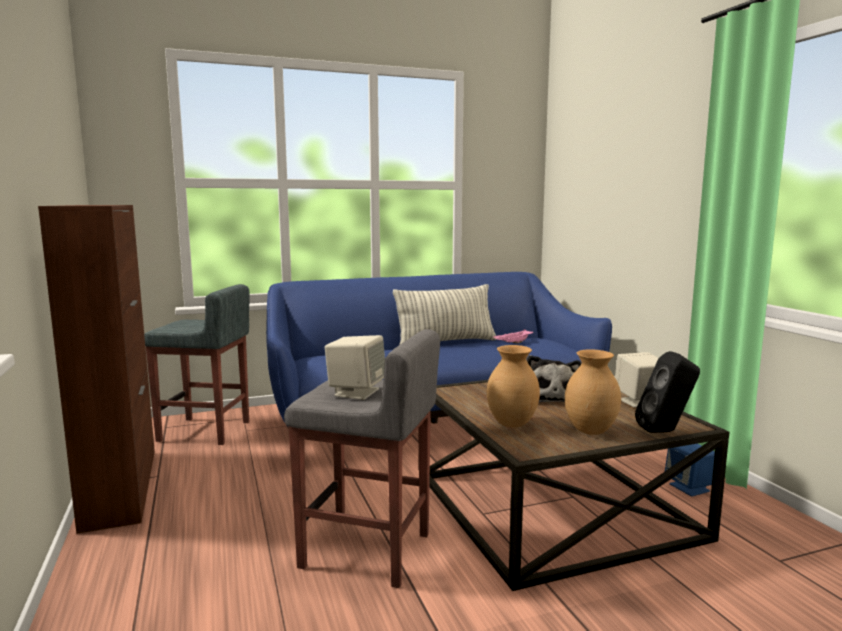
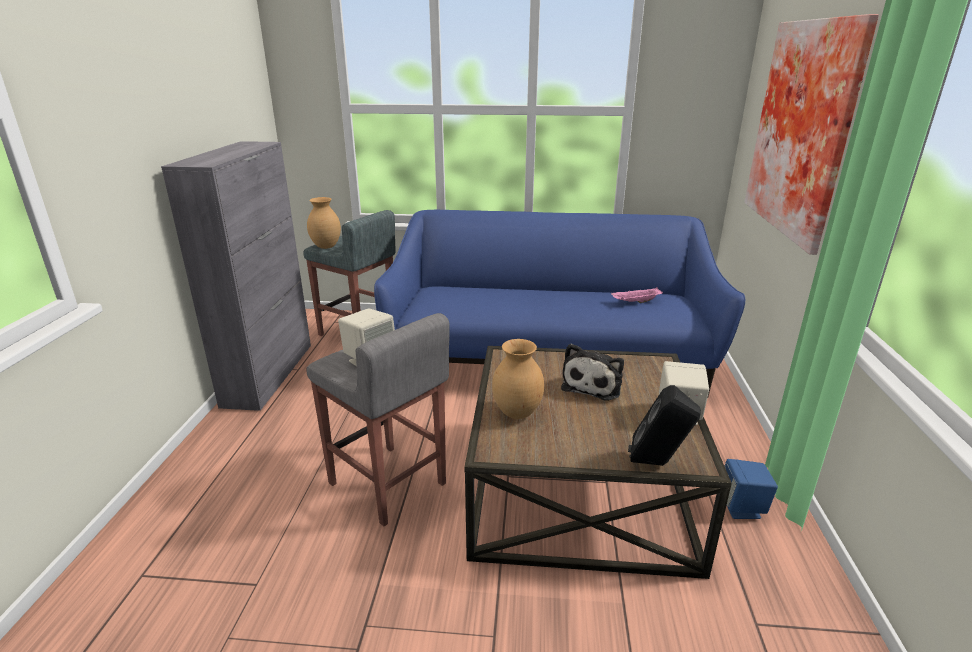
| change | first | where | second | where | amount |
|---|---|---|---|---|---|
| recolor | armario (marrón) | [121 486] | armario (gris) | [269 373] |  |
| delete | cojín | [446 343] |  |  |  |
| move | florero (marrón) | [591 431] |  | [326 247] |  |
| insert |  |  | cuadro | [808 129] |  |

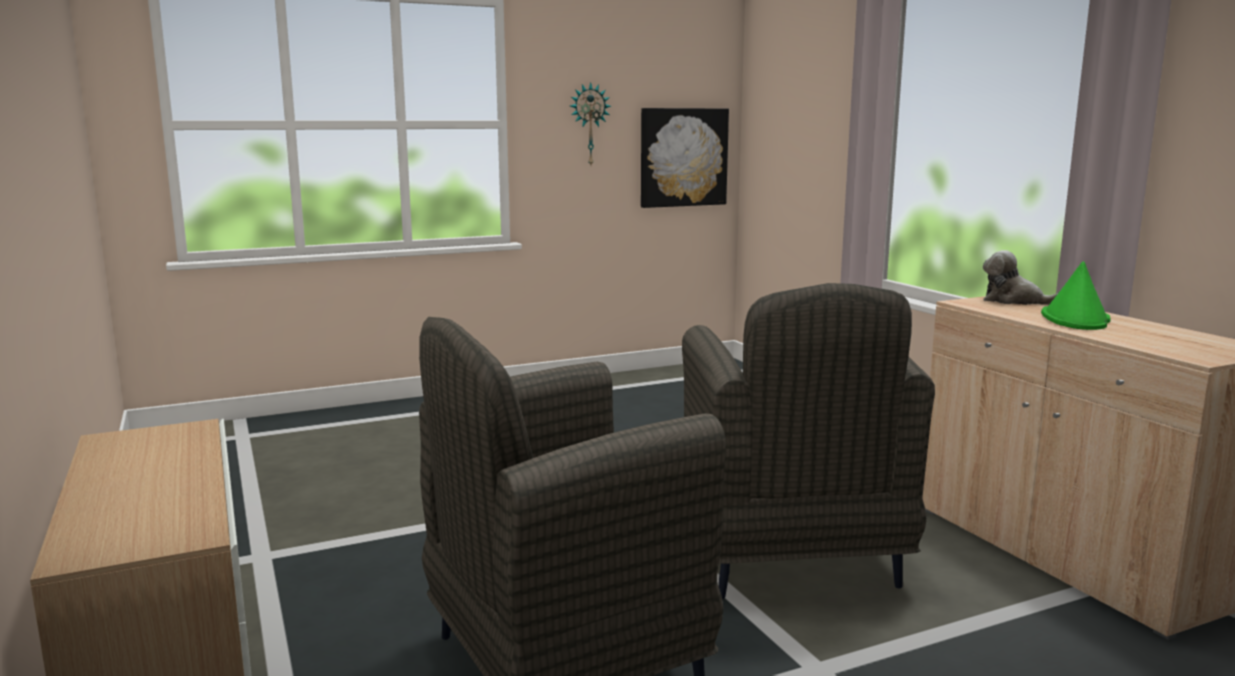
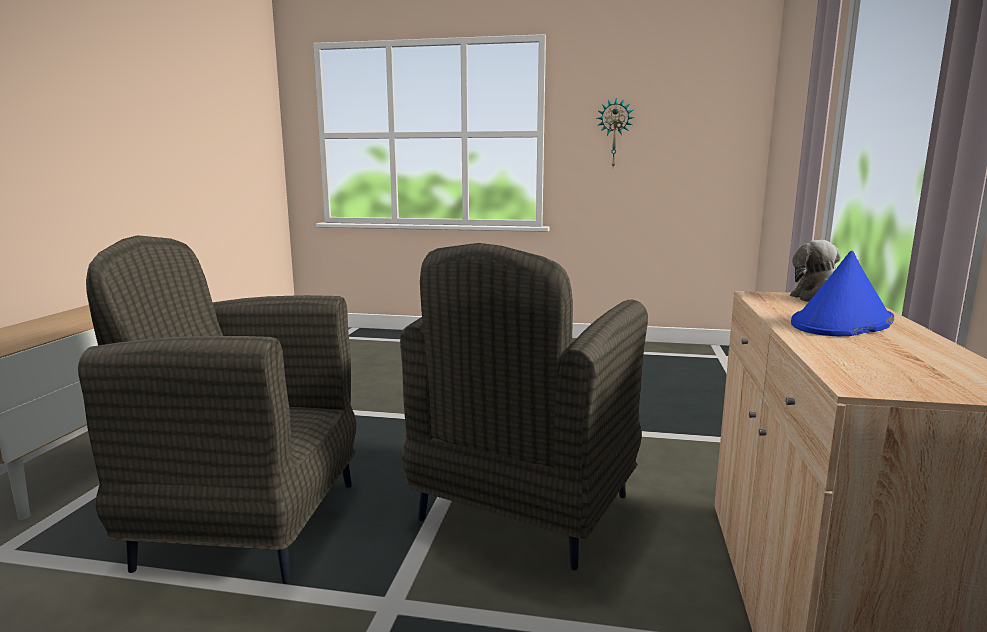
| change | first | where | second | where | amount |
|---|---|---|---|---|---|
| delete | cuadro | [683 157] |  |  |  |
| recolor | sombrero (verde) | [1075 319] | sombrero (azul) | [841 323] |  |

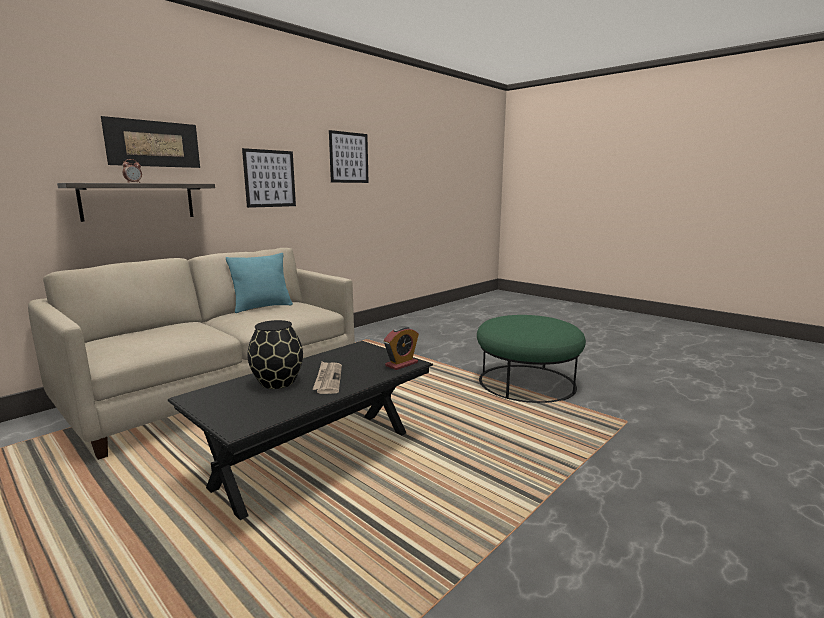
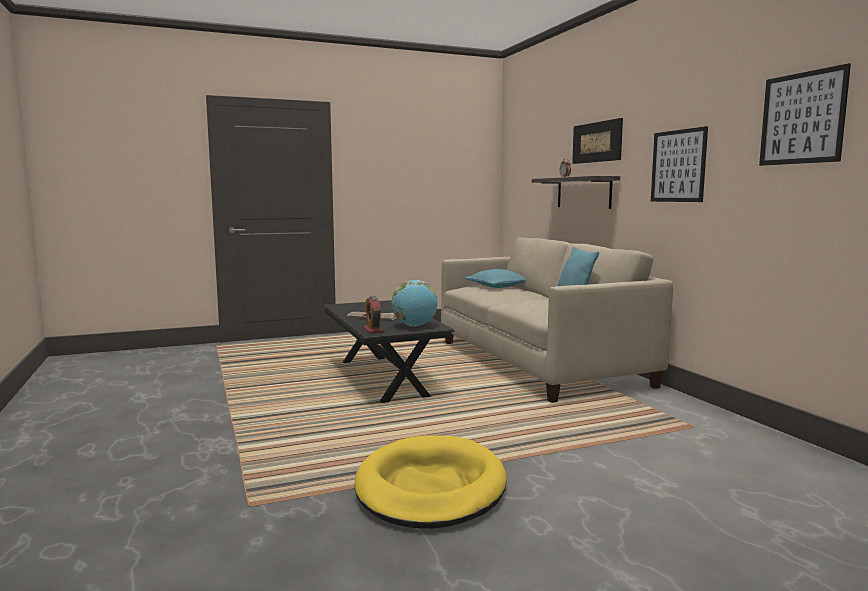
| change | first | where | second | where | amount |
|---|---|---|---|---|---|
| replace | puf (verde) | [527 382] | cama para perro (amarillo) | [430 488] |  |
| delete | florero (negro) | [277 382] |  |  |  |
| insert |  |  | cojín (turquesa) | [498 287] |  |
| insert |  |  | globo terráqueo | [414 326] |  |

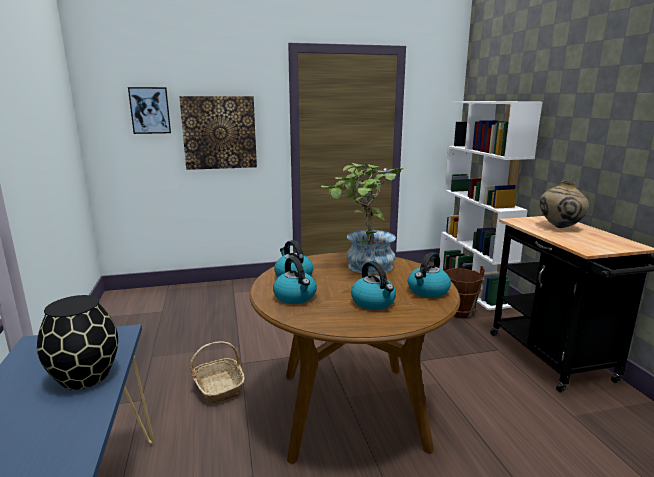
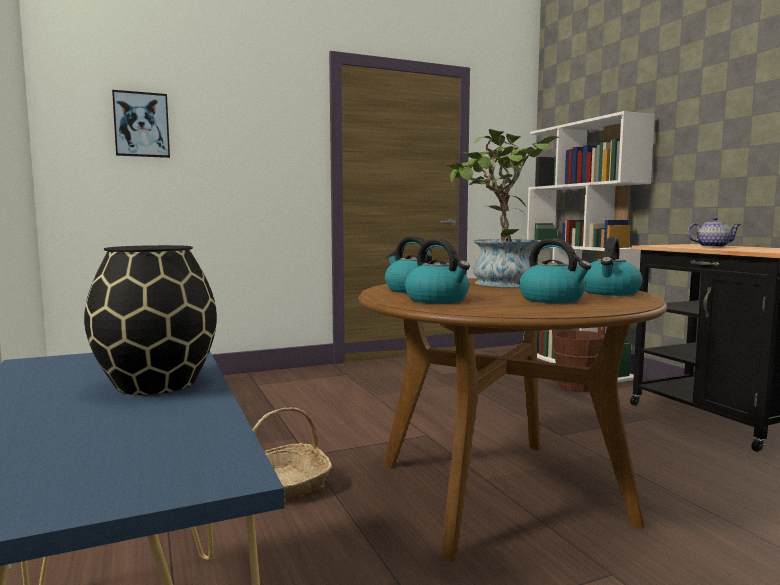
| change | first | where | second | where | amount |
|---|---|---|---|---|---|
| delete | cuadro | [219 132] |  |  |  |
| replace | florero (beis) | [559 227] | tetera | [712 246] |  |

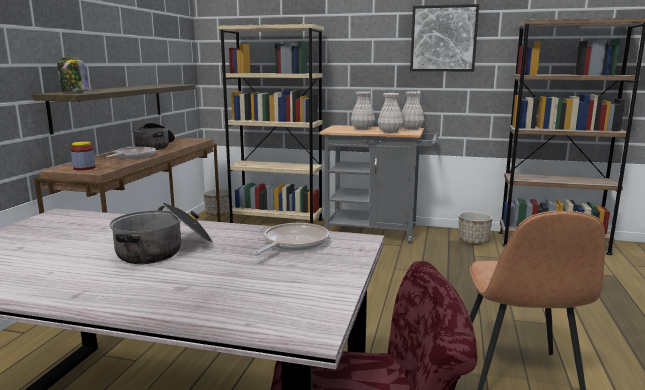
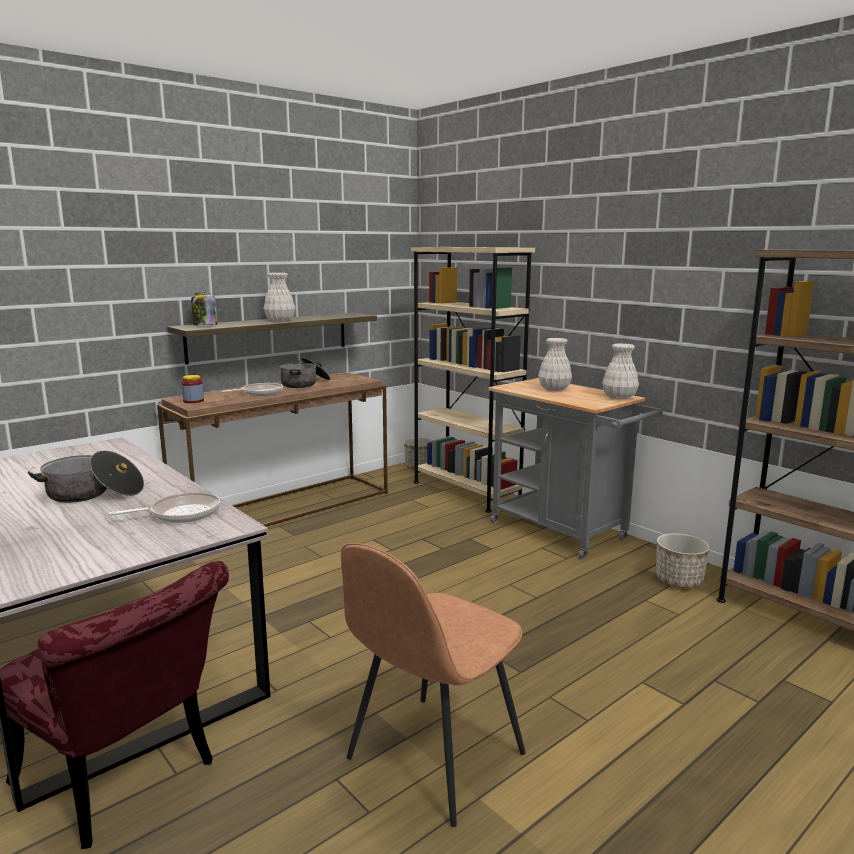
| change | first | where | second | where | amount |
|---|---|---|---|---|---|
| delete | cuadro | [443 38] |  |  |  |
| move | florero (blanco) | [389 132] |  | [280 320] |  |

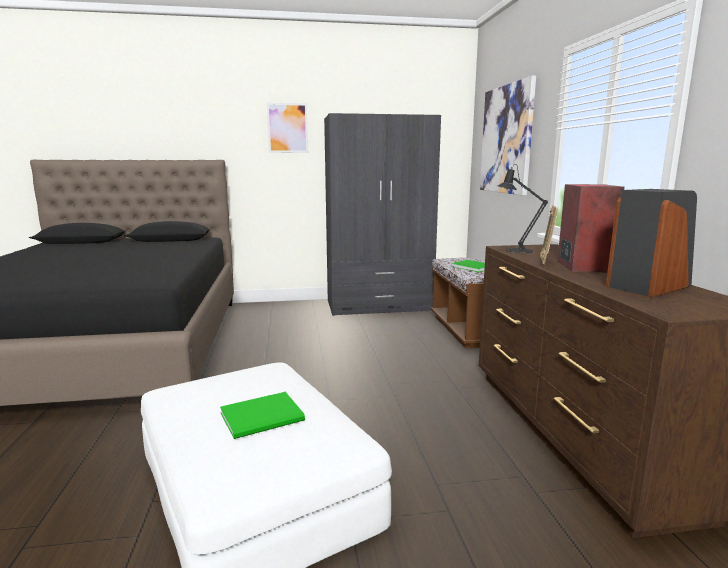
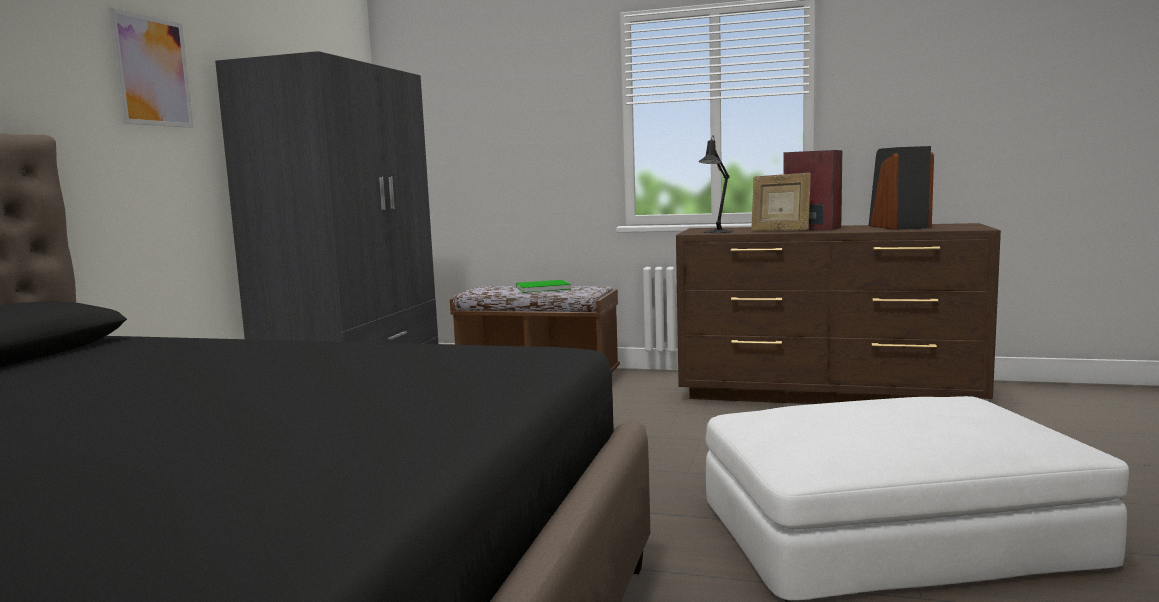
| change | first | where | second | where | amount |
|---|---|---|---|---|---|
| delete | cuadro | [506 139] |  |  |  |
| delete | libro (verde) | [264 417] |  |  |  |

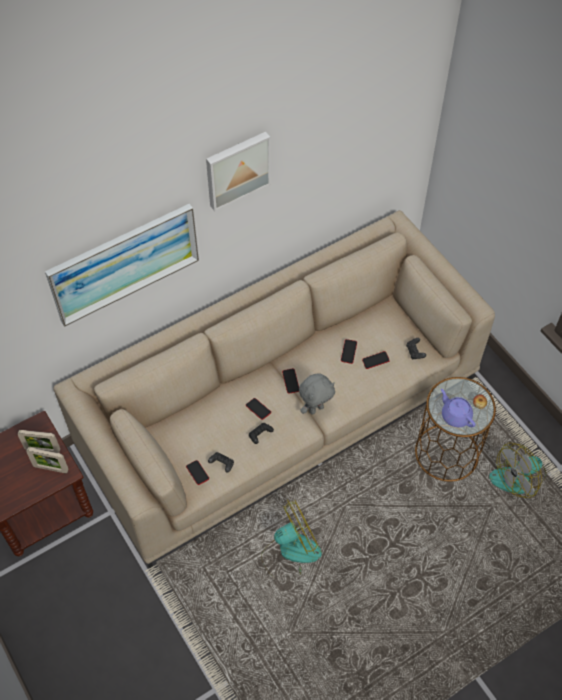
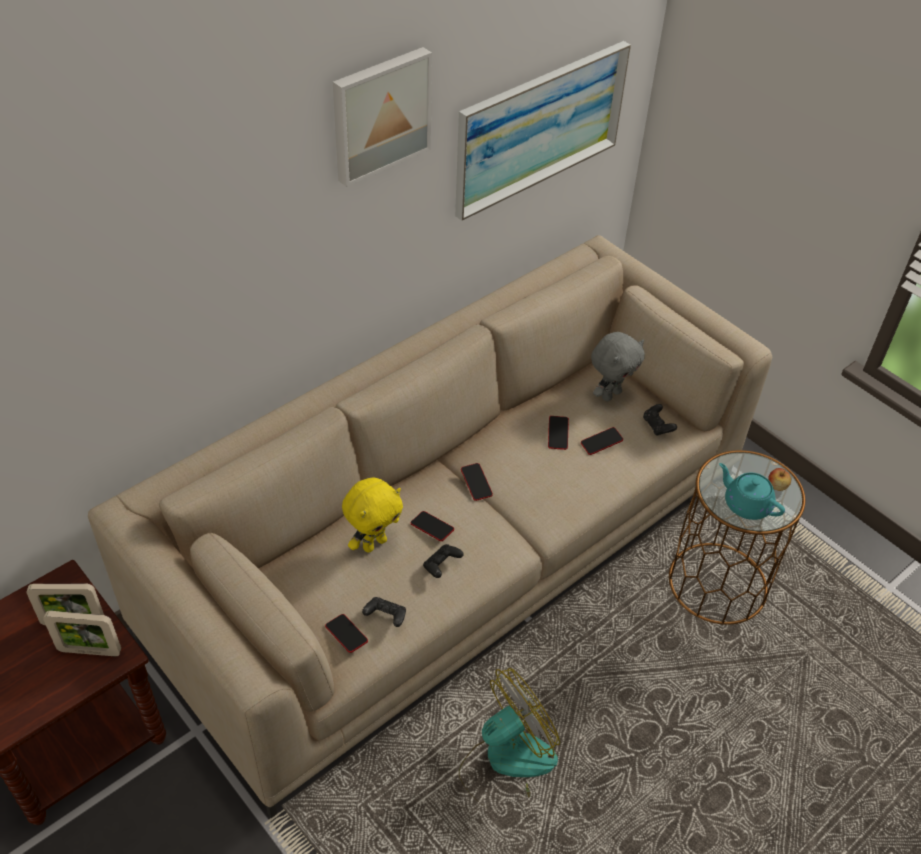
| change | first | where | second | where | amount |
|---|---|---|---|---|---|
| move | cuadro | [124 263] |  | [540 127] |  |
| move | peluche (gris) | [316 408] |  | [610 394] |  |
| recolor | tetera (morado) | [455 415] | tetera (turquesa) | [746 504] |  |
| delete | ventilador | [518 476] |  |  |  |
| insert |  |  | peluche (amarillo) | [374 543] |  |

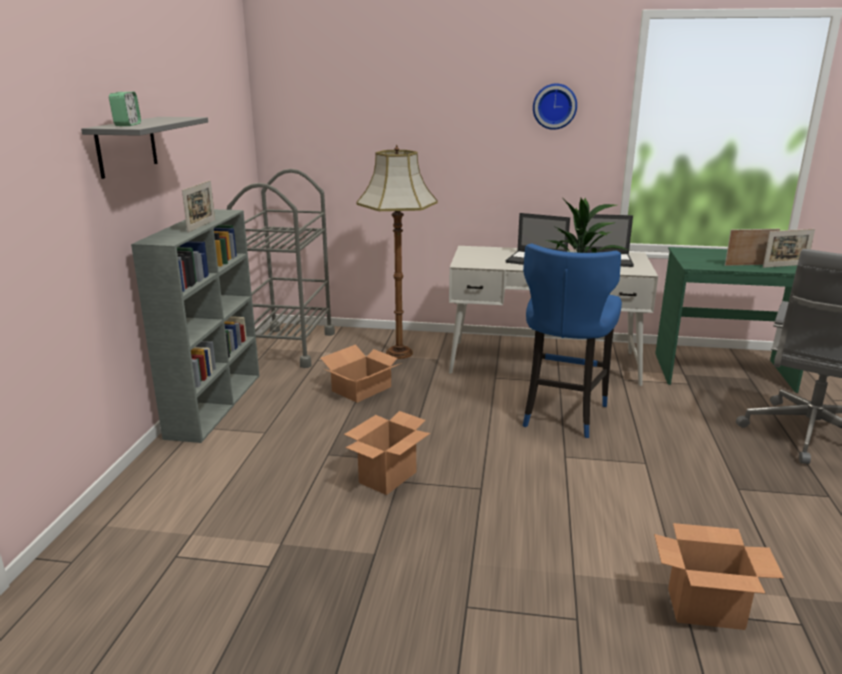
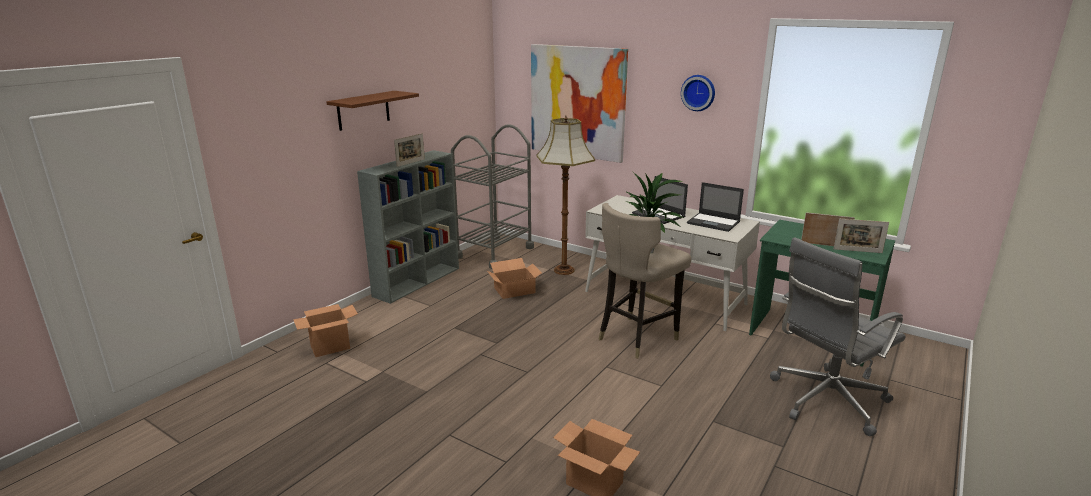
| change | first | where | second | where | amount |
|---|---|---|---|---|---|
| delete | despertador | [127 125] |  |  |  |
| recolor | estante (gris) | [126 146] | estante (marrón) | [363 110] |  |
| recolor | taburete (azul) | [561 414] | taburete (beis) | [636 337] |  |
| move | caja de cartón | [387 478] |  | [330 347] |  |
| insert |  |  | cuadro | [577 102] |  |

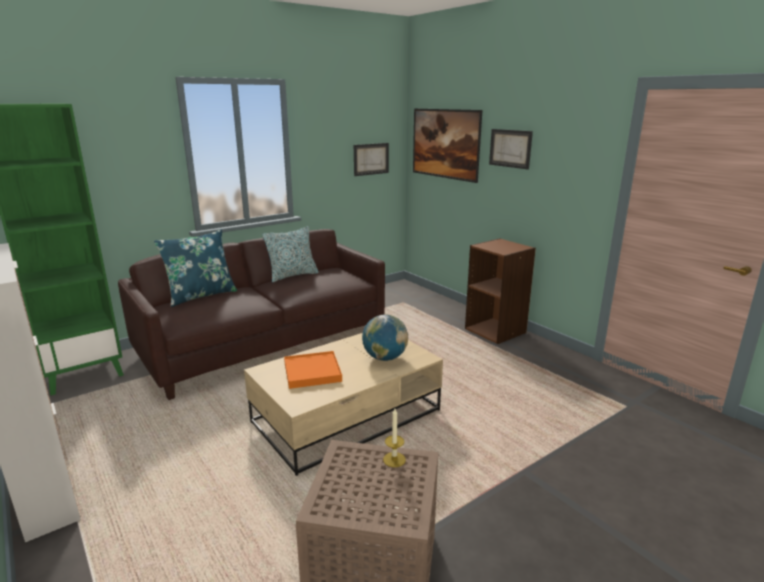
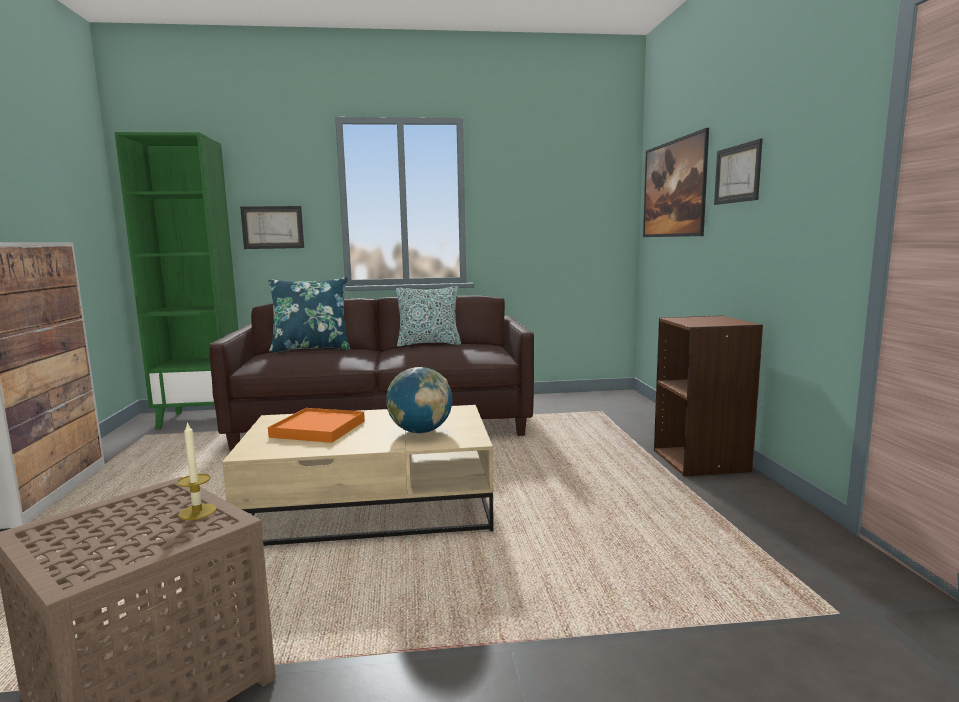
| change | first | where | second | where | amount |
|---|---|---|---|---|---|
| move | cuadro | [371 159] |  | [272 227] |  |

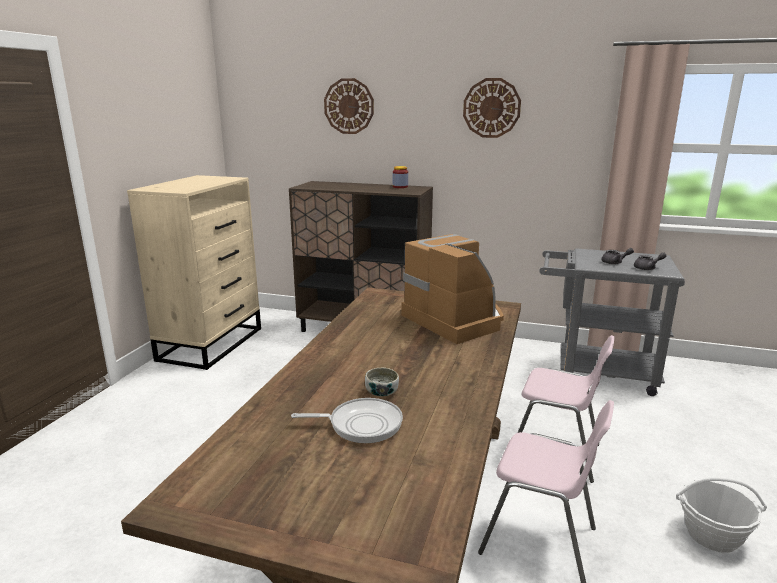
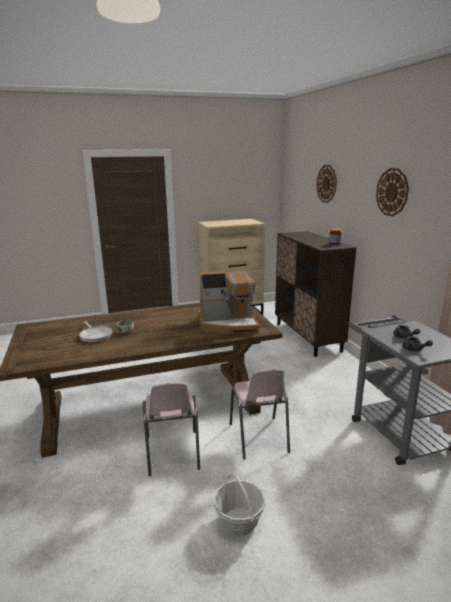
| change | first | where | second | where | amount |
|---|---|---|---|---|---|
| rotate | cafetera | [455 319] |  | [228 324] | 60 degrees clockwise |

